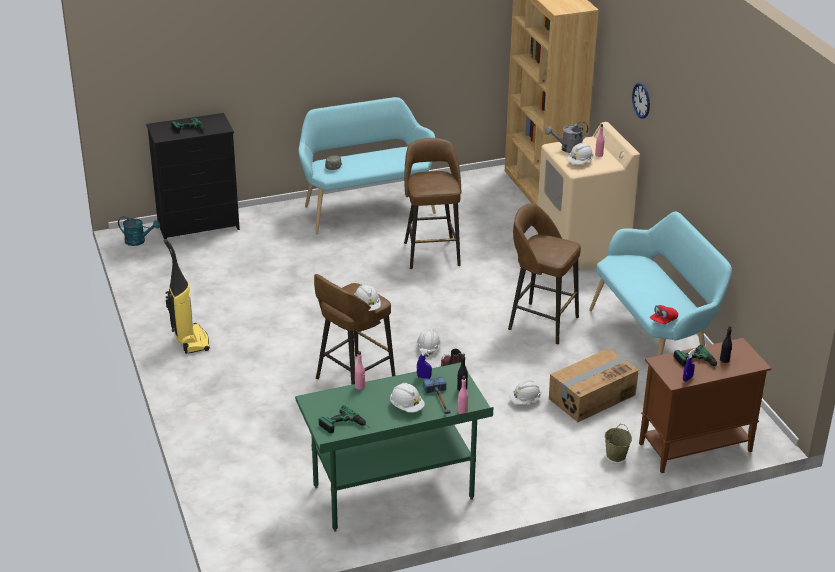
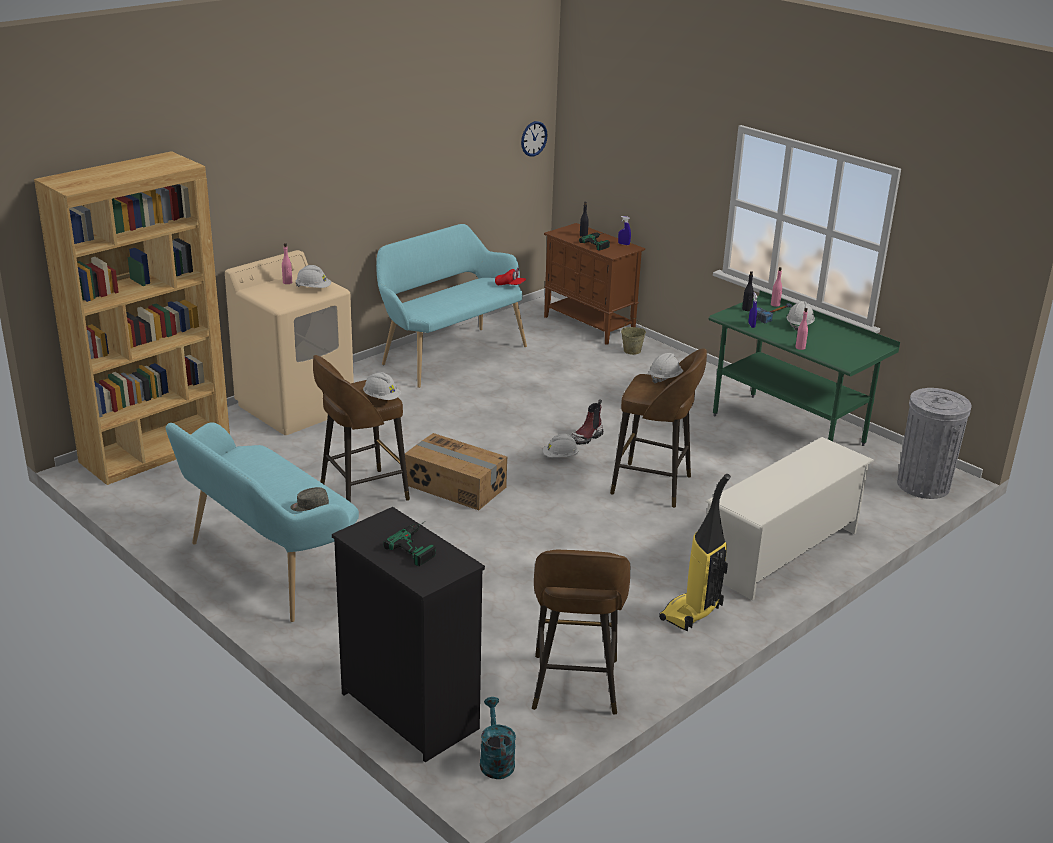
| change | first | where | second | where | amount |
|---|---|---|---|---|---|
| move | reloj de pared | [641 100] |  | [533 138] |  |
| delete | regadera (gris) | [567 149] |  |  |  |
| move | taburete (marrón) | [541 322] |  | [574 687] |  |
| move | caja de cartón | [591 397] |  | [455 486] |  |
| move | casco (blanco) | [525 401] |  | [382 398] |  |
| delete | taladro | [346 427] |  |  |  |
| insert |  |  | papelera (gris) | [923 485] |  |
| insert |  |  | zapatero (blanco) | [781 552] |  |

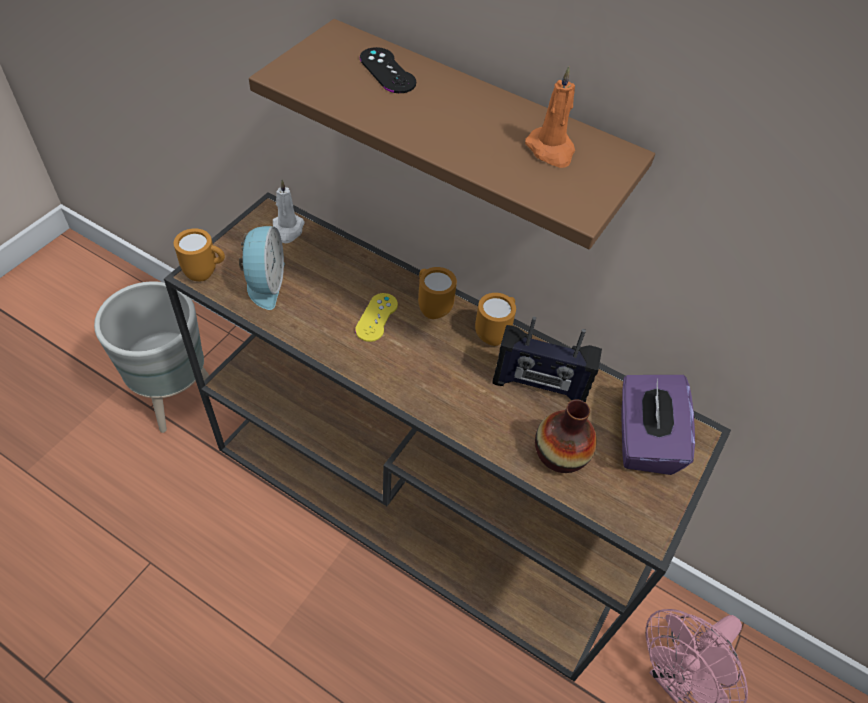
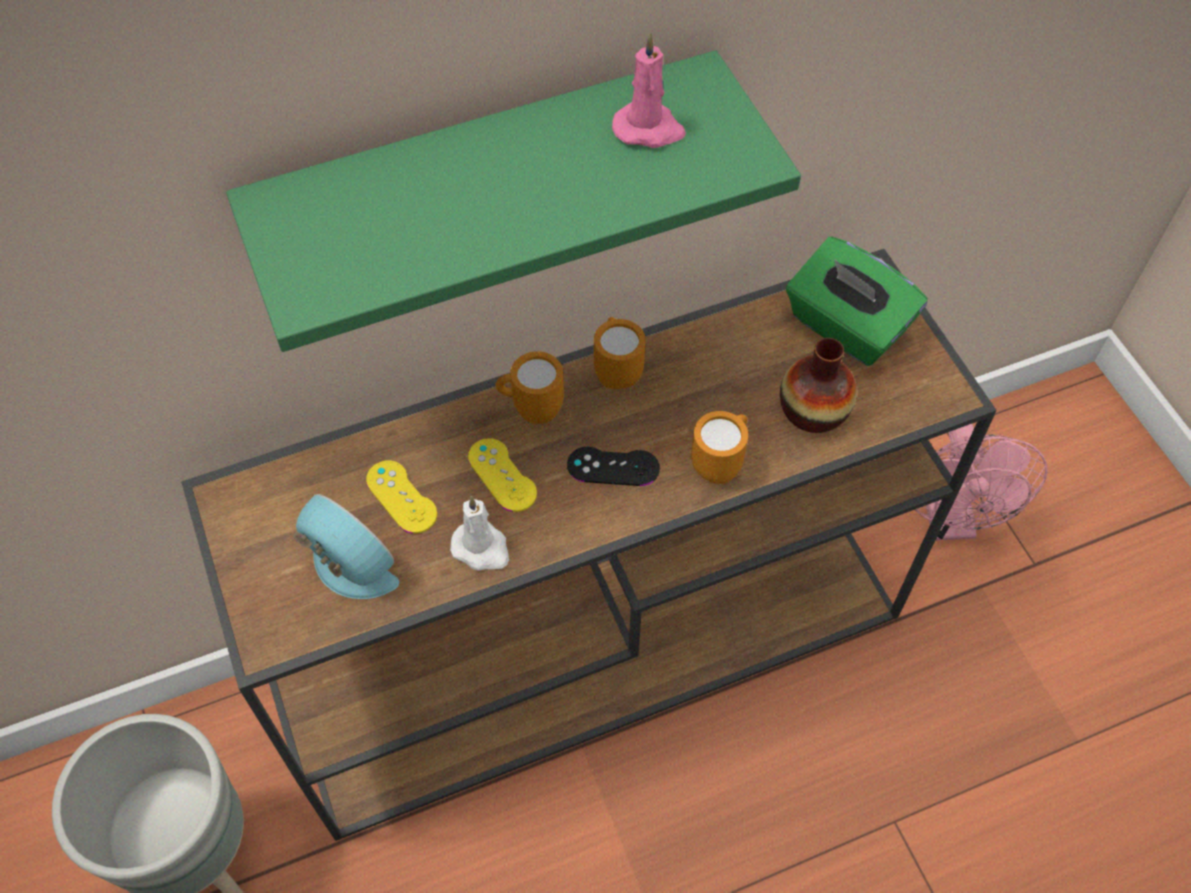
| change | first | where | second | where | amount |
|---|---|---|---|---|---|
| recolor | estante (marrón) | [476 136] | estante (verde) | [487 183] |  |
| move | mando de consola (negro) | [387 71] |  | [613 467] |  |
| recolor | vela (naranja) | [551 150] | vela (rosa) | [649 129] |  |
| move | vela (blanco) | [287 230] |  | [482 548] |  |
| move | taza grande (naranja) | [206 273] |  | [720 464] |  |
| delete | radio | [539 386] |  |  |  |
| recolor | caja de pañuelos (morado) | [644 439] | caja de pañuelos (verde) | [846 327] |  |
| insert |  |  | mando de consola (amarillo) | [401 497] |  |

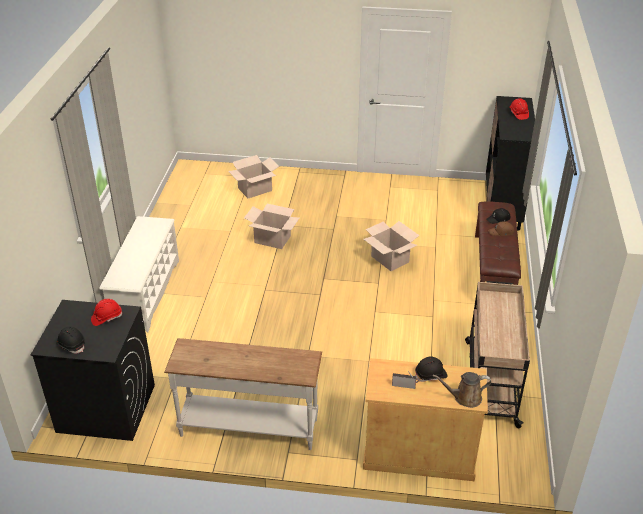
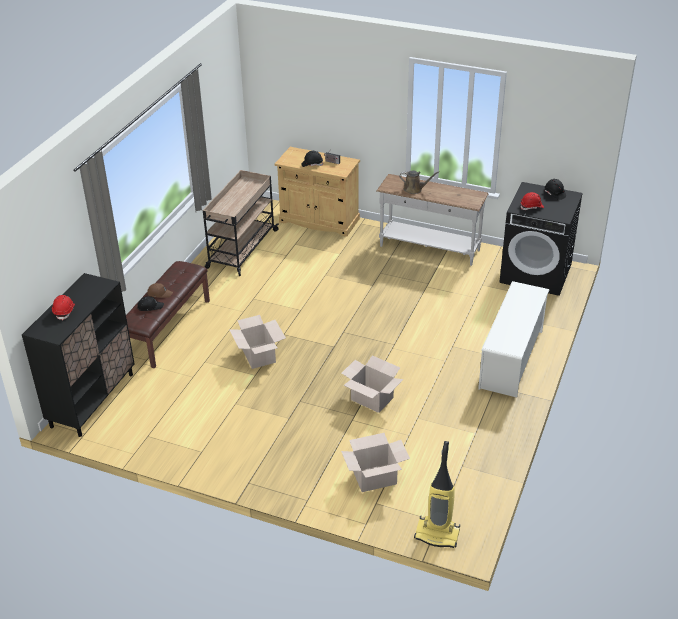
| change | first | where | second | where | amount |
|---|---|---|---|---|---|
| move | regadera (marrón) | [464 398] |  | [414 189] |  |
| insert |  |  | aspiradora | [437 534] |  |

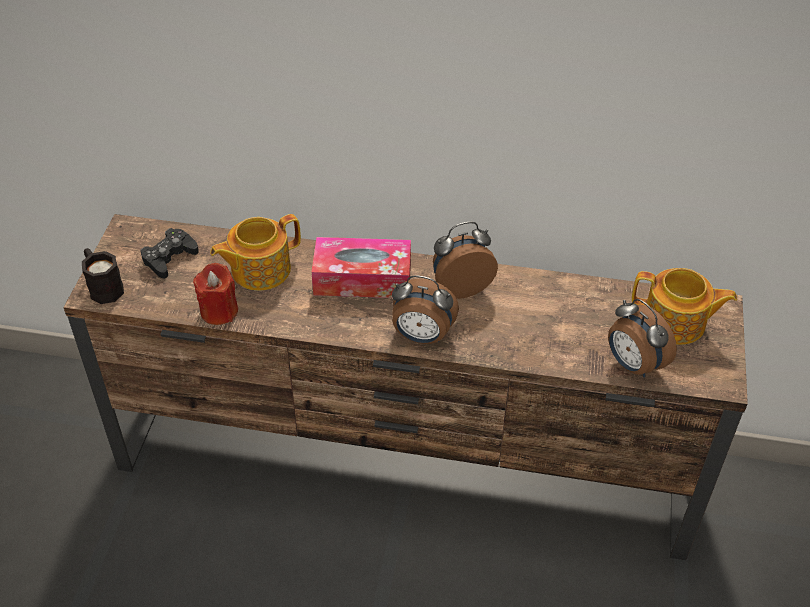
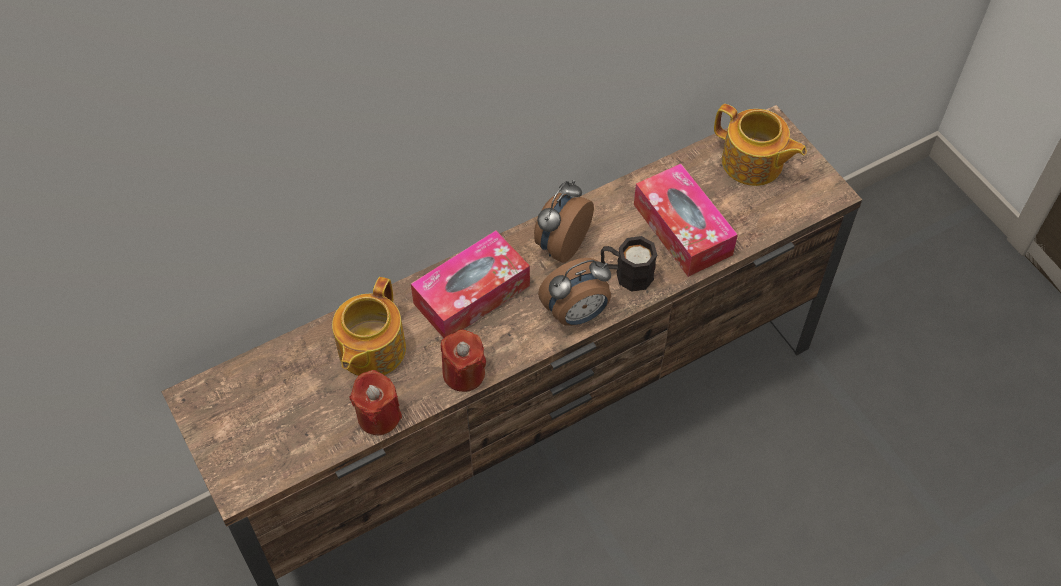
| change | first | where | second | where | amount |
|---|---|---|---|---|---|
| delete | mando de consola (negro) | [169 258] |  |  |  |
| move | taza grande (negro) | [103 286] |  | [626 274] |  |
| rotate | tetera | [675 323] |  | [753 163] | 60 degrees clockwise |
| delete | despertador | [633 365] |  |  |  |
| insert |  |  | caja de pañuelos | [682 229] |  |
| insert |  |  | vela (rojo) | [464 373] |  |

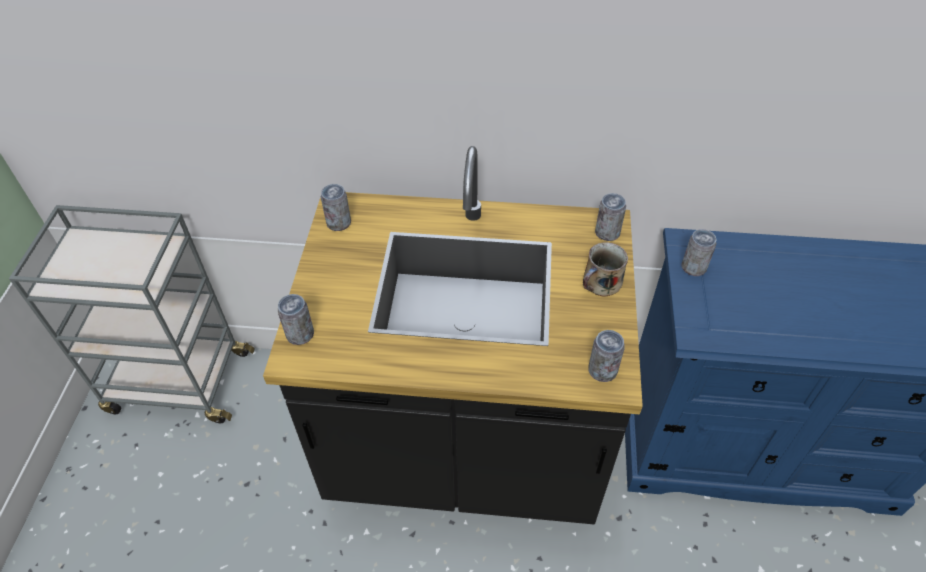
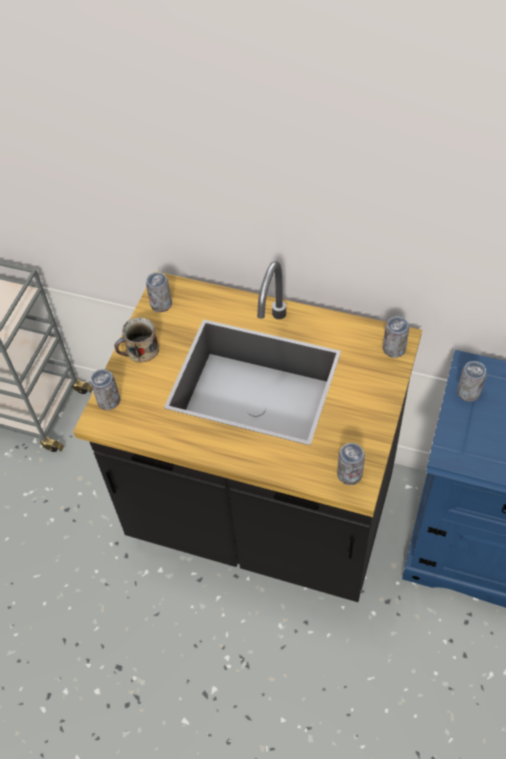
| change | first | where | second | where | amount |
|---|---|---|---|---|---|
| move | taza grande | [601 283] |  | [140 350] |  |

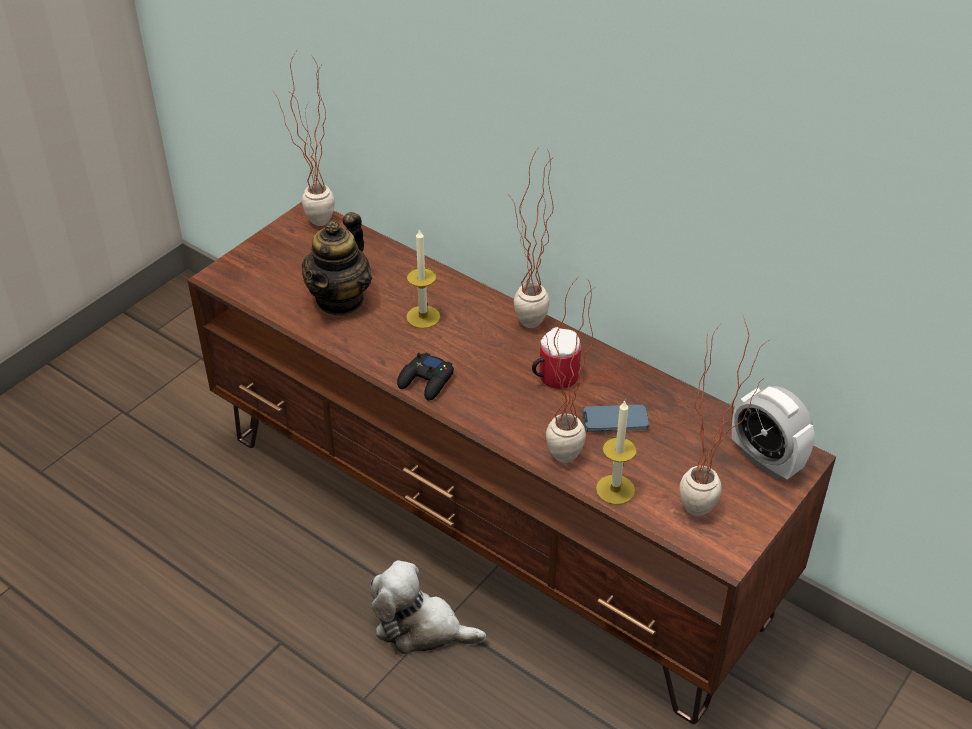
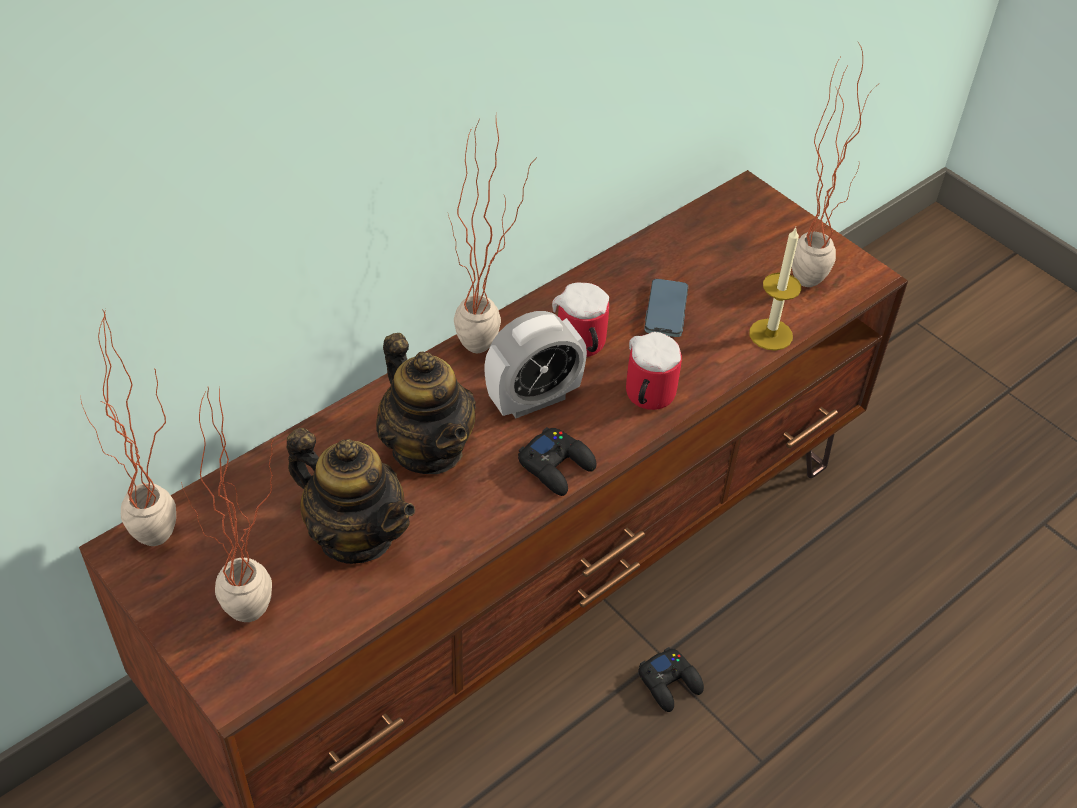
| change | first | where | second | where | amount |
|---|---|---|---|---|---|
| replace | vela | [423 317] | tetera | [428 449] |  |
| move | planta en maceta | [559 465] |  | [261 621] |  |
| move | despertador | [766 460] |  | [533 399] |  |
| replace | peluche | [421 628] | mando de consola (negro) | [670 683] |  |
| insert |  |  | taza grande | [645 397] |  |

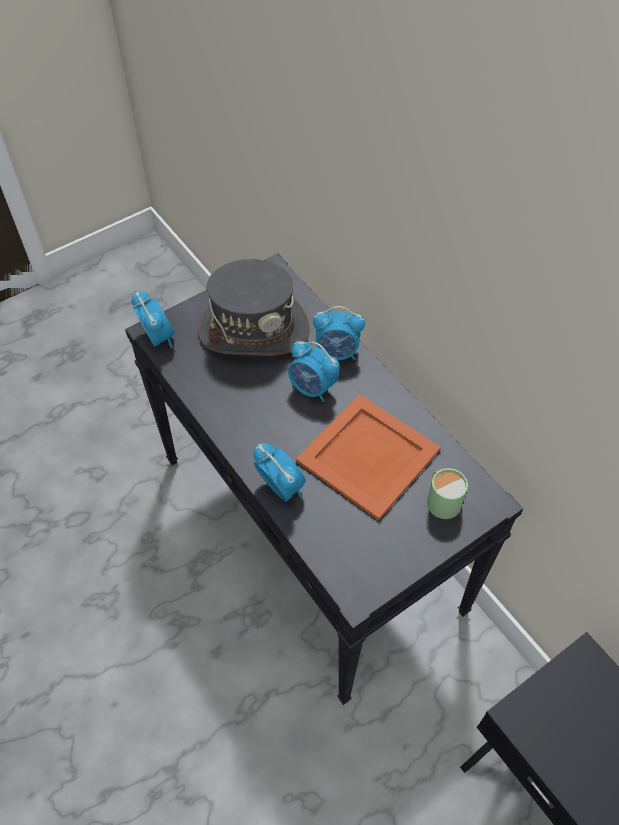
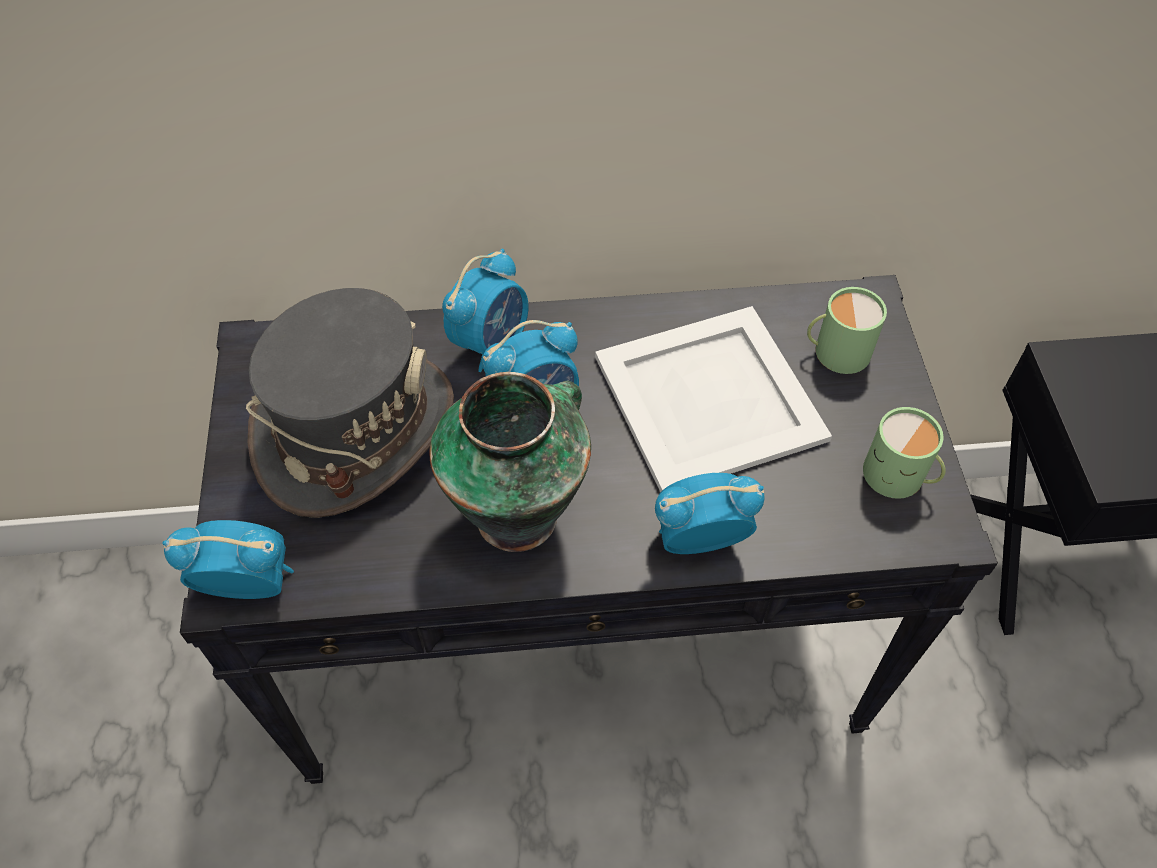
| change | first | where | second | where | amount |
|---|---|---|---|---|---|
| recolor | bandeja (naranja) | [366 455] | bandeja (blanco) | [708 400] |  |
| insert |  |  | florero | [520 513] |  |
| insert |  |  | taza grande (verde) | [899 477] |  |

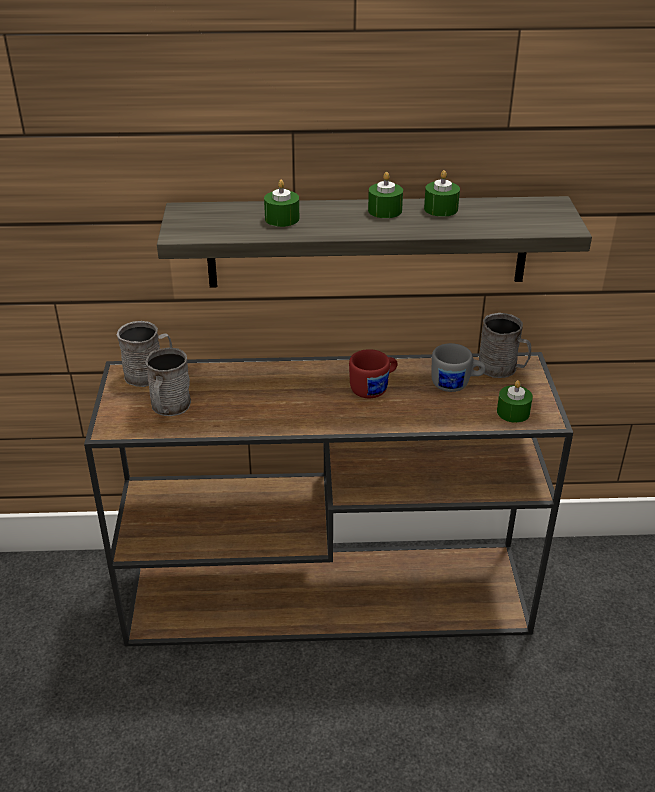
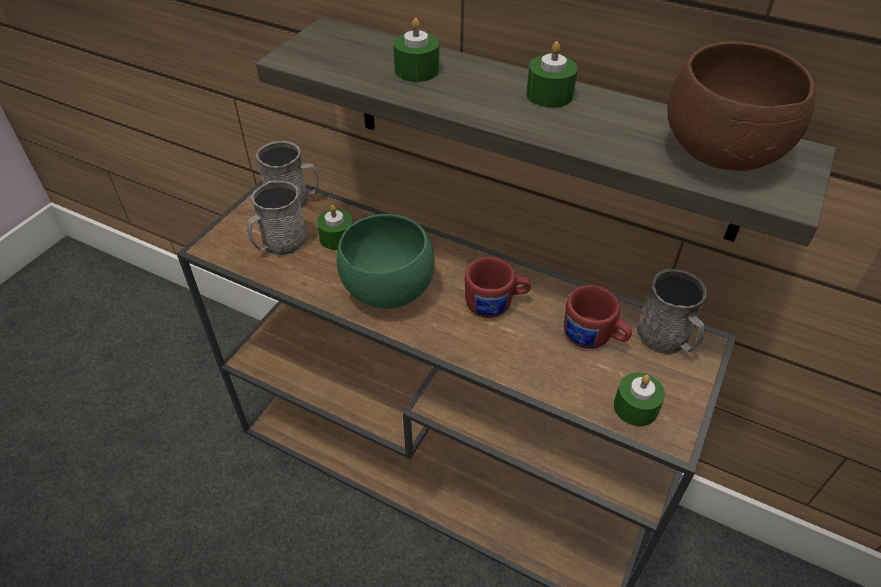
| change | first | where | second | where | amount |
|---|---|---|---|---|---|
| move | vela (verde) | [441 209] |  | [337 238] |  |
| recolor | taza grande (gris) | [456 385] | taza grande (rojo) | [593 338] |  |
| insert |  |  | cuenco (marrón) | [724 156] |  |
| insert |  |  | cuenco (verde) | [388 293] |  |

